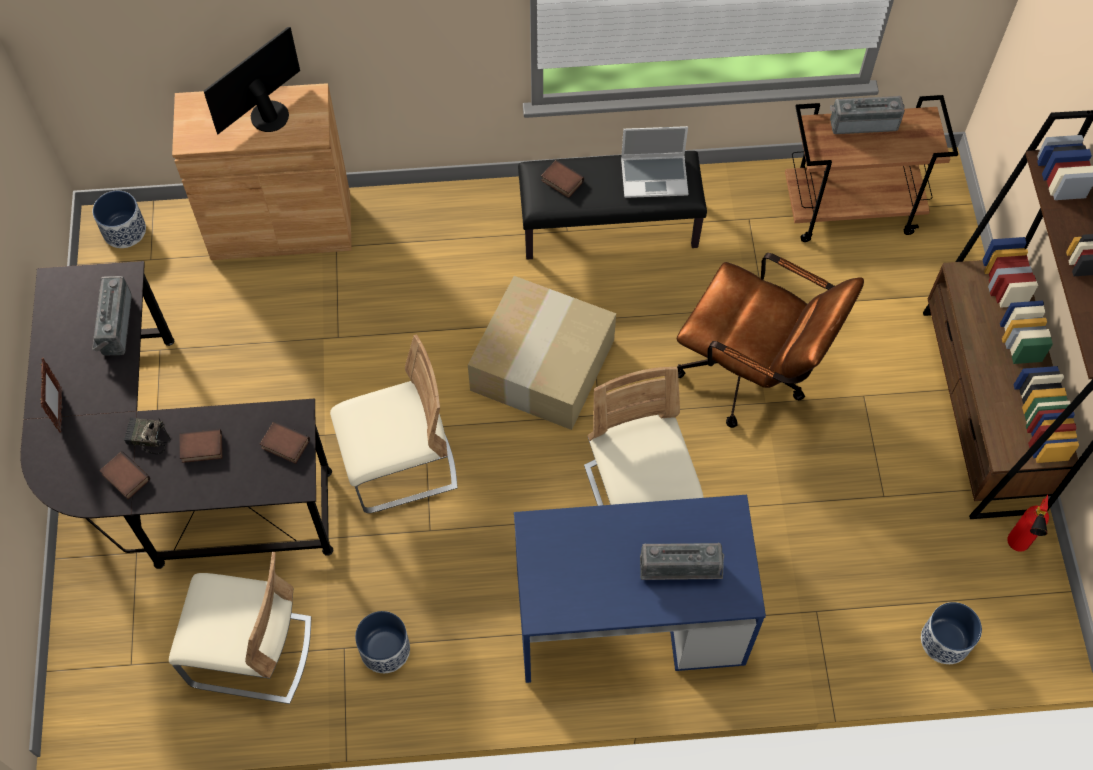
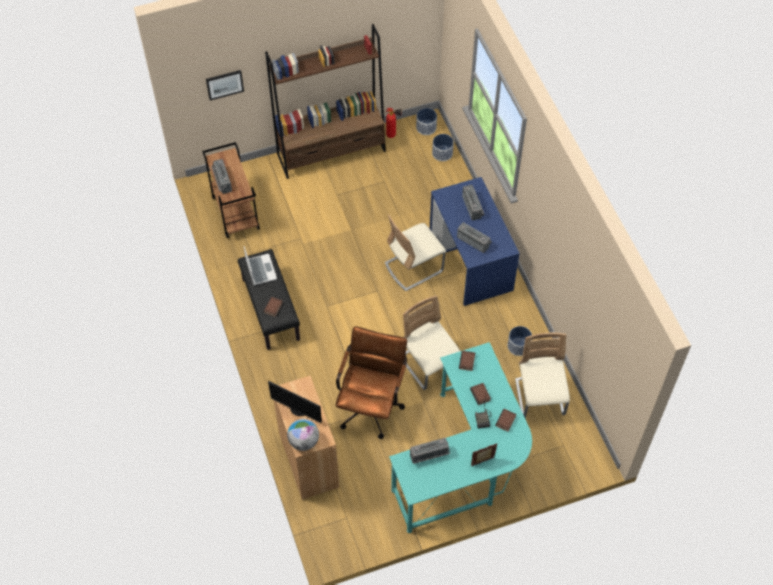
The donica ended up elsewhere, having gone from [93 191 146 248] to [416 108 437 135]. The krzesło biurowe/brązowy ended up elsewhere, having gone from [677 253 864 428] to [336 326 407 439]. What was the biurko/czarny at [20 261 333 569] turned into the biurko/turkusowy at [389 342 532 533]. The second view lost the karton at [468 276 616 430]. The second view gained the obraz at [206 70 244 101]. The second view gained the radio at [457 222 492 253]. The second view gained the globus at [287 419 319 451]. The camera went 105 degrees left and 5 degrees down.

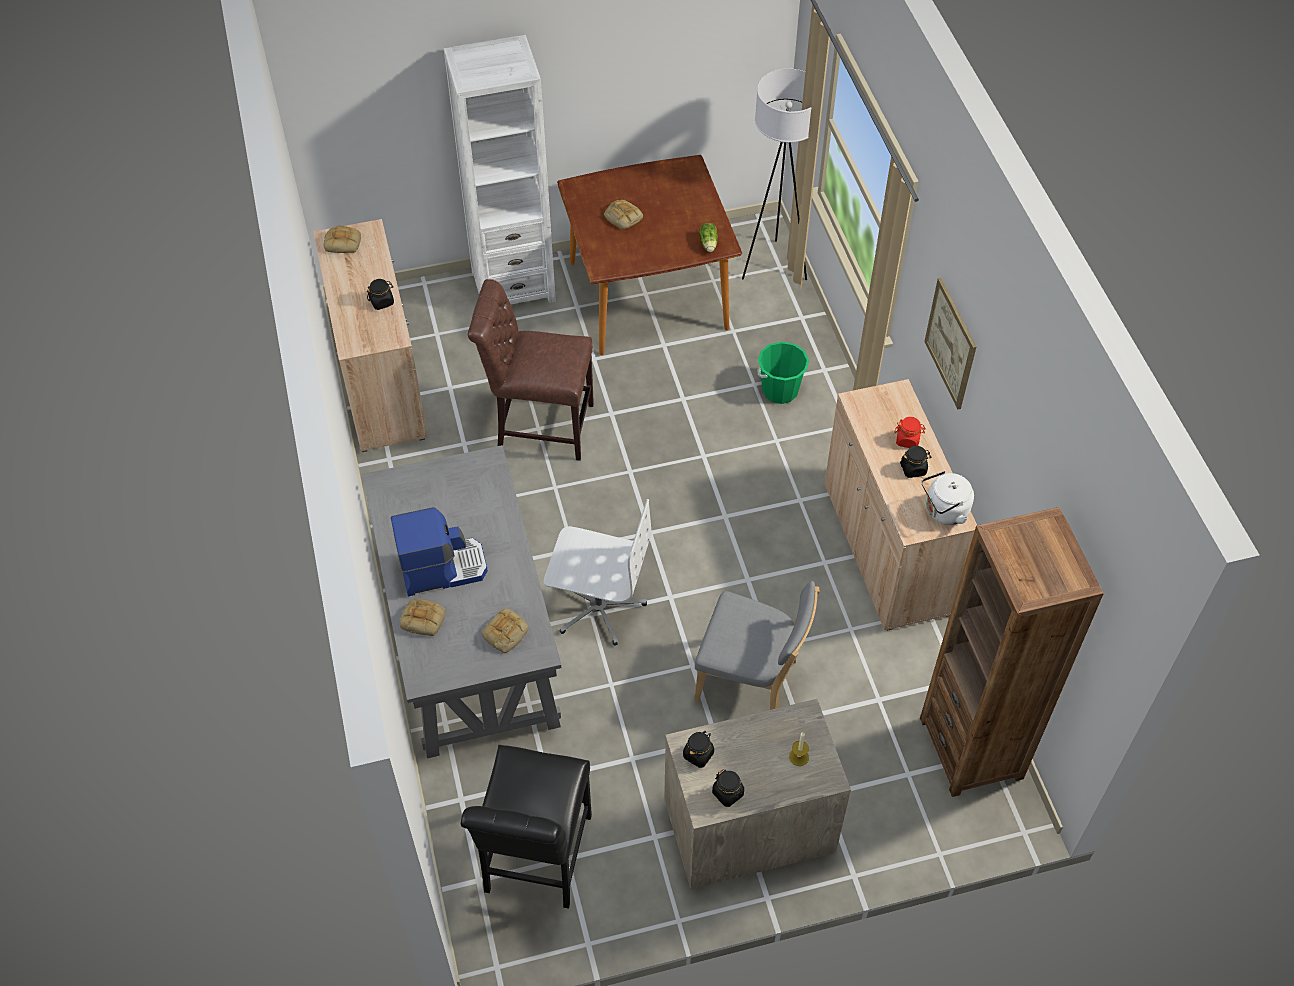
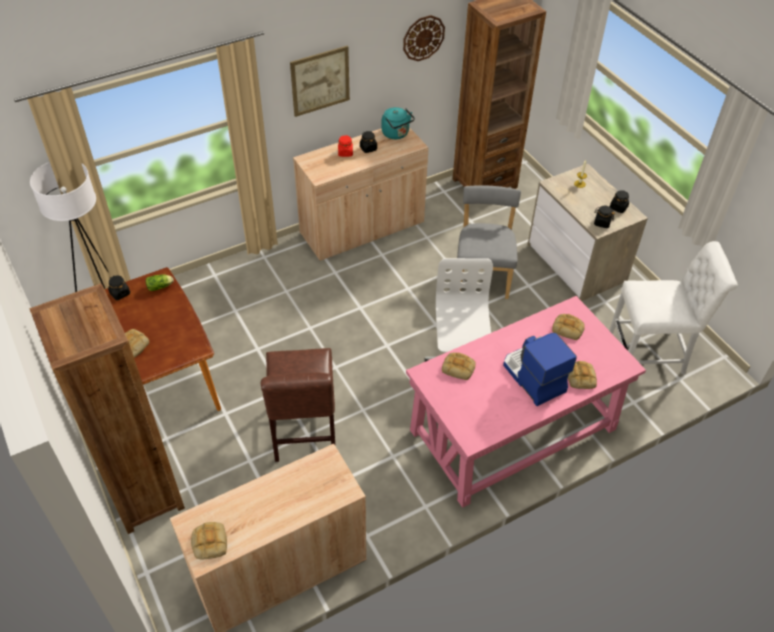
What was the regał/biały at [444 35 556 304] turned into the regał/brązowy at [30 283 185 534]. The słoik/czarny ended up elsewhere, having gone from [367 279 394 310] to [108 275 130 300]. The second view lost the wiadro/zielony at [757 341 809 404]. What was the biurko/szary at [362 445 561 758] turned into the biurko/różowy at [406 296 646 508]. What was the czajnik/biały at [921 471 974 525] turned into the czajnik/turkusowy at [381 107 415 139]. What was the krzesło/czarny at [461 745 592 909] turned into the krzesło/biały at [609 241 738 375]. The second view gained the zegar ścienny at [403 15 445 61]. The second view gained the chleb at [442 352 476 380]. The camera went 105 degrees left and 5 degrees down.

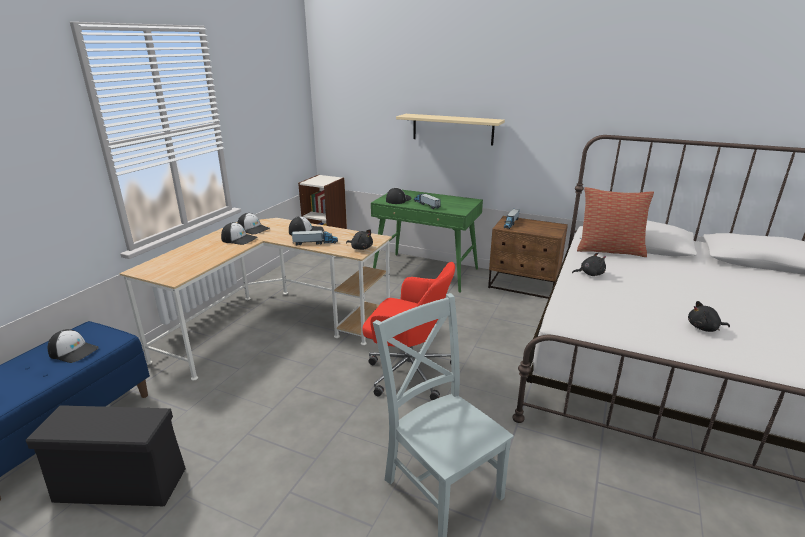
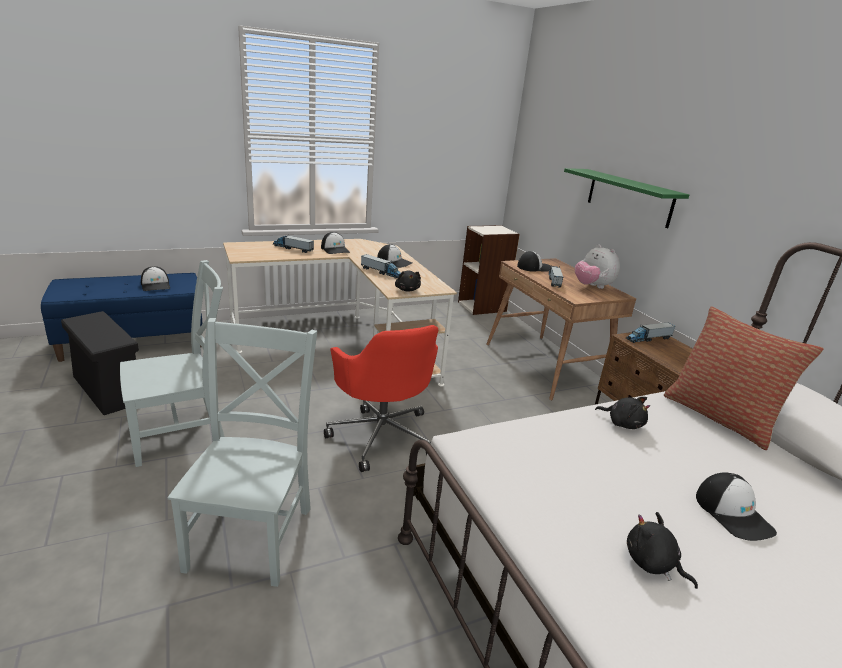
What was the półka/beżowy at [396 114 505 146] turned into the półka/zielony at [564 168 689 228]. What was the biurko/zielony at [371 190 483 293] turned into the biurko/brązowy at [486 258 636 401]. The czapka z daszkiem ended up elsewhere, having gone from [237 213 270 235] to [696 473 777 541]. The second view gained the ciężarówka zabawkowa at [273 236 314 253]. The second view gained the pluszak at [575 244 620 289]. The second view gained the krzesło/szary at [120 260 225 467]. The camera went 40 degrees right and 0 degrees up.

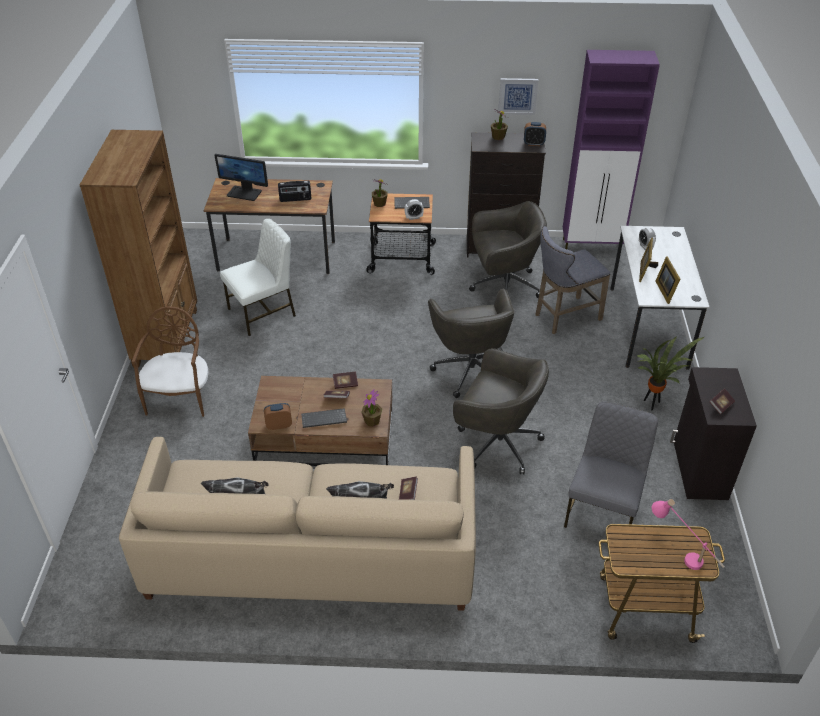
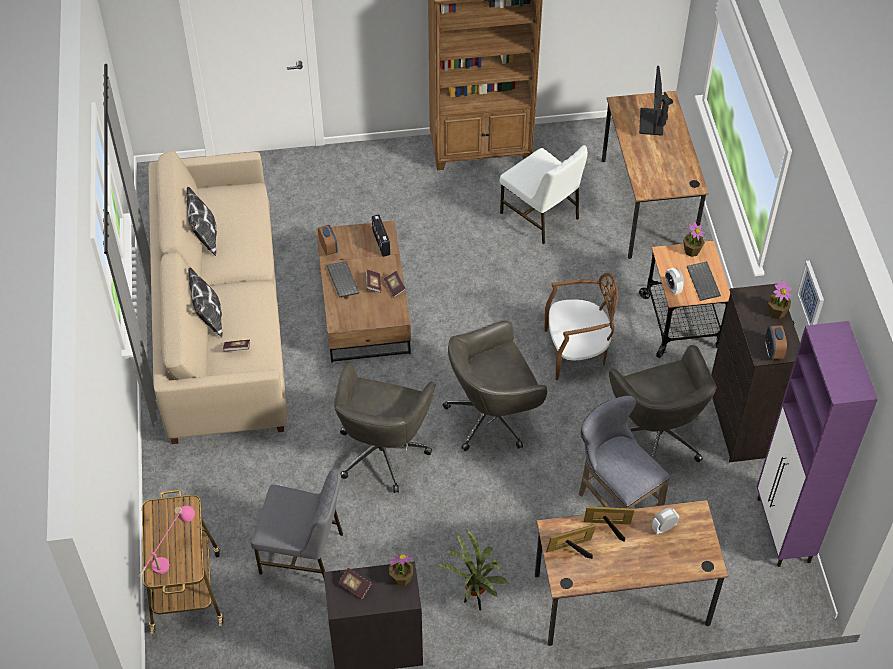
The radio ended up elsewhere, having gone from [278 181 311 202] to [372 215 390 257]. What was the biurko/biały at [610 226 709 370] turned into the biurko/brązowy at [535 500 728 646]. The krzesło/brązowy ended up elsewhere, having gone from [131 306 208 417] to [544 273 618 380]. The roślina doniczkowa ended up elsewhere, having gone from [361 389 382 427] to [389 554 414 586]. The camera went 80 degrees right and 10 degrees up.

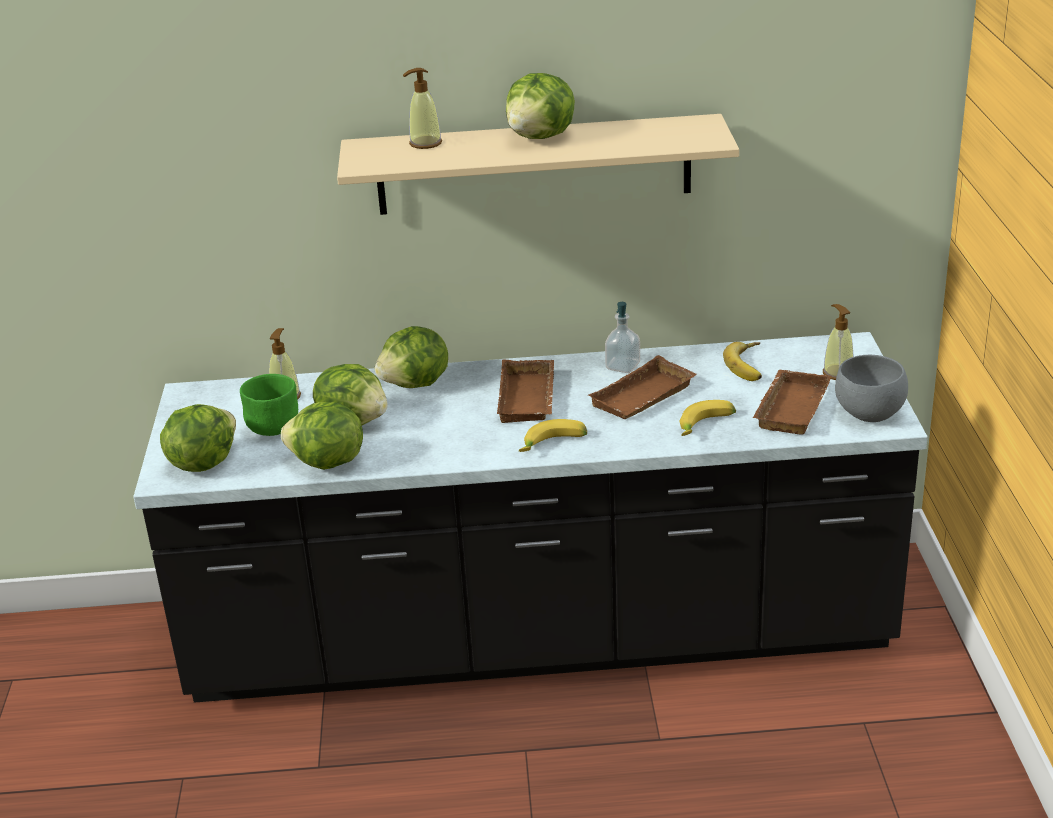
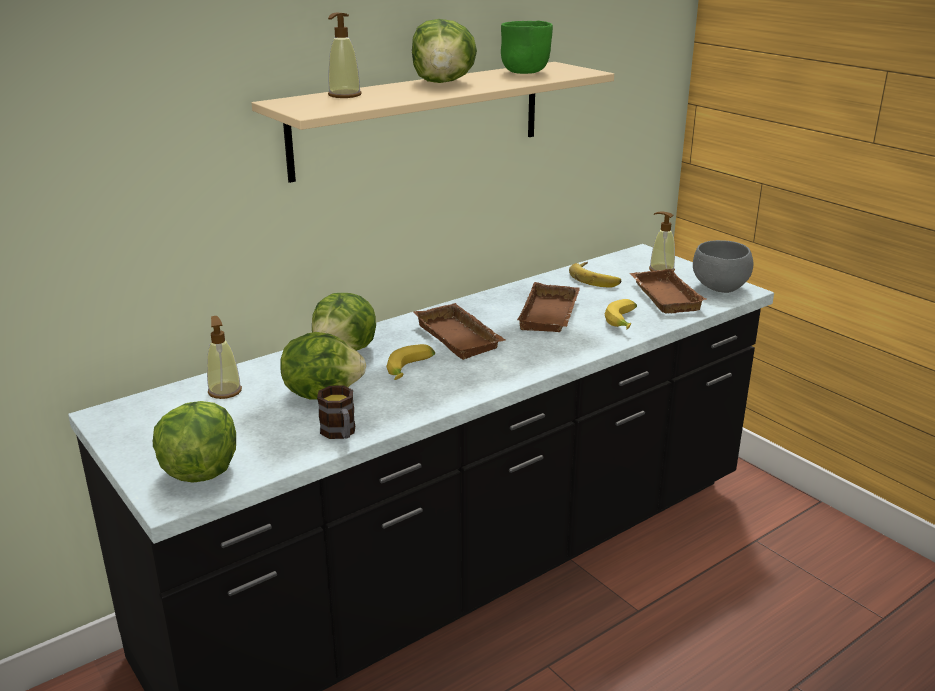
The second view lost the dozownik mydła at [605 302 640 373]. The miska/zielony ended up elsewhere, having gone from [240 374 298 436] to [501 21 553 74]. Where the sałata stood at [281 402 363 470], the kubek came to stand at [317 385 355 439]. The banan ended up elsewhere, having gone from [519 419 587 452] to [387 344 435 380]. The camera went 35 degrees left and 5 degrees down.

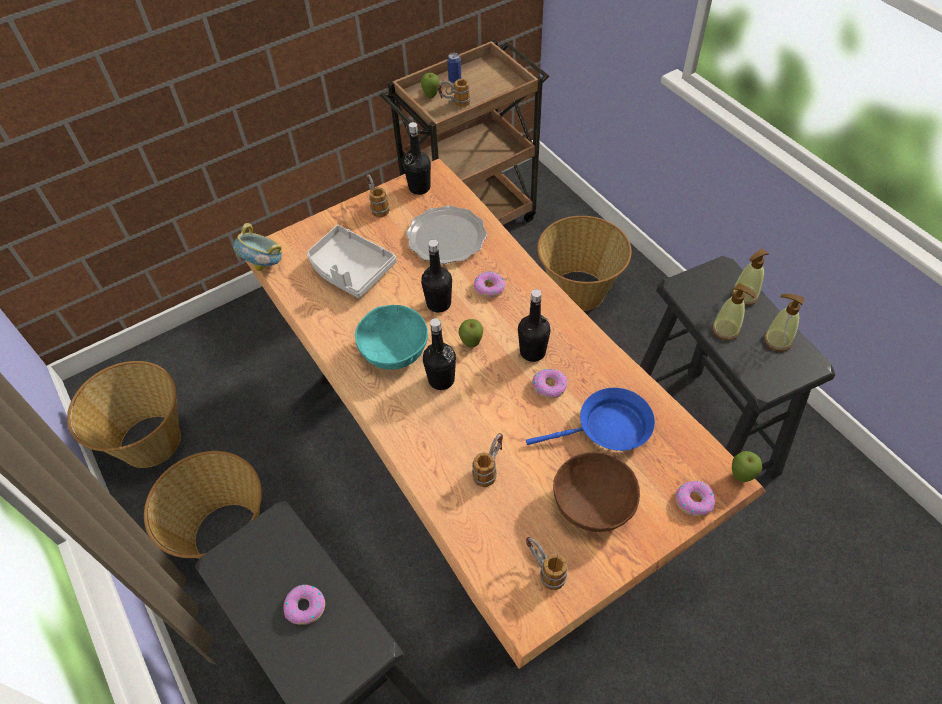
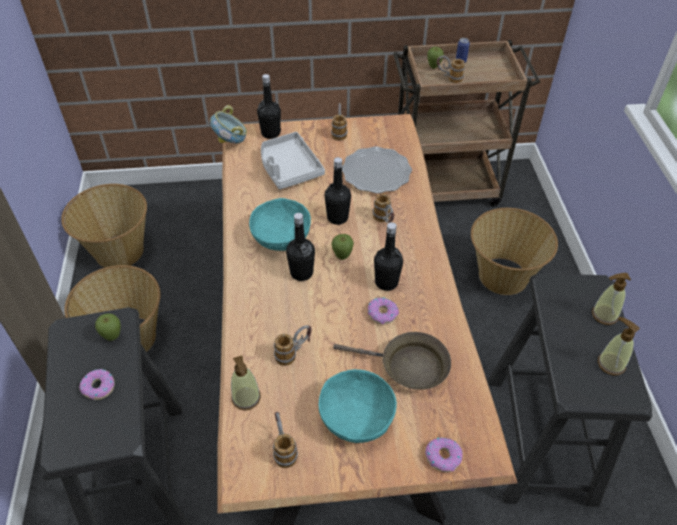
The butelka/czarny ended up elsewhere, having gone from [403 122 431 195] to [257 74 281 139]. Where the donut stood at [474 271 506 298], the kubek came to stand at [373 194 394 224]. The dozownik mydła ended up elsewhere, having gone from [712 283 756 340] to [231 355 261 410]. What was the patelnia/niebieski at [526 388 655 451] turned into the patelnia/brązowy at [333 332 451 390]. The jabłko ended up elsewhere, having gone from [732 451 762 482] to [95 313 121 341]. What was the miska/brązowy at [553 452 640 532] turned into the miska/turkusowy at [319 369 397 443]. The camera went 25 degrees right and 5 degrees down.

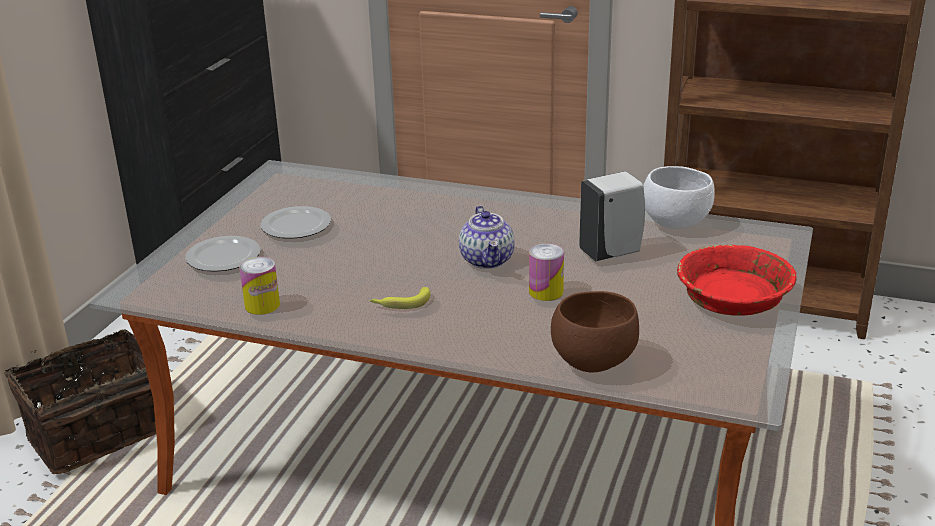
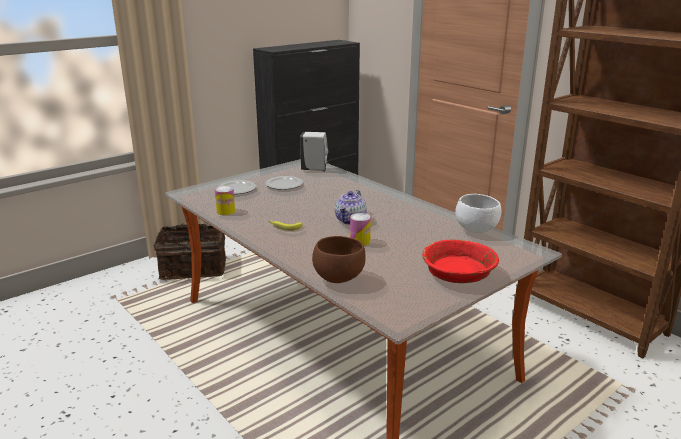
The dozownik mydła/biały ended up elsewhere, having gone from [579 171 645 261] to [300 132 328 172]. The camera went 30 degrees right and 5 degrees down.

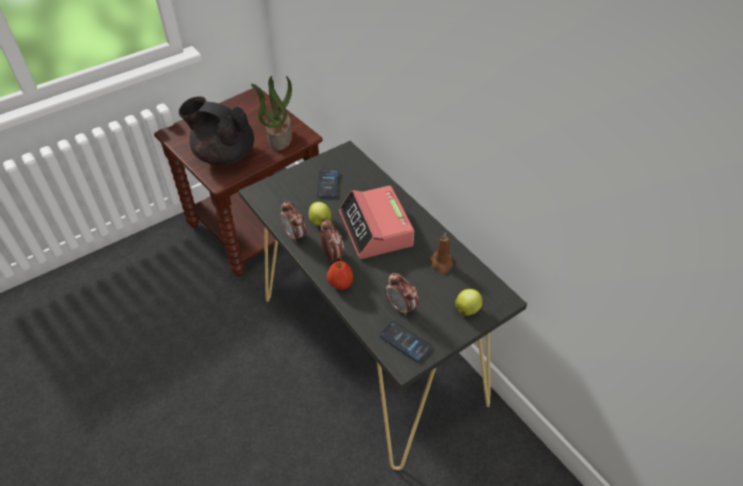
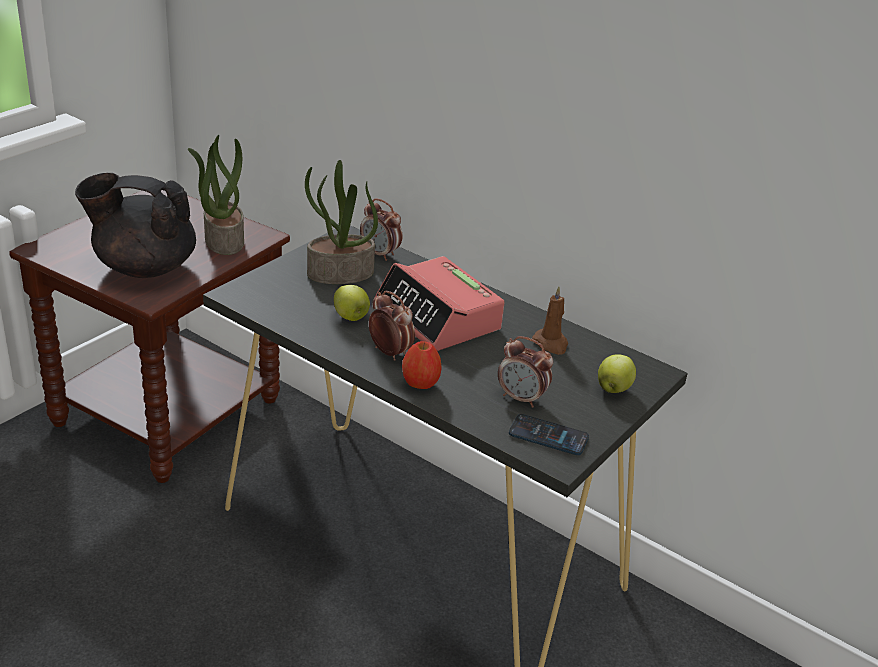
Where the telefon stood at [317 169 339 198], the roślina doniczkowa came to stand at [305 160 378 284]. The budzik ended up elsewhere, having gone from [280 200 307 243] to [360 198 402 261]. The camera went 20 degrees left and 15 degrees down.

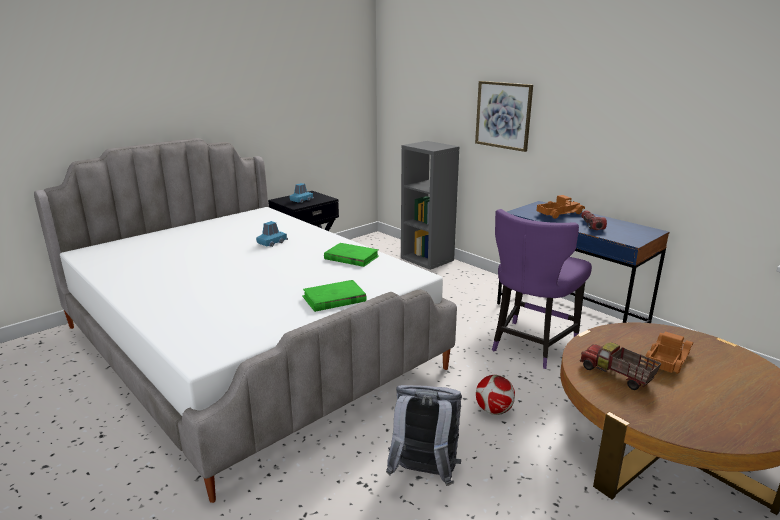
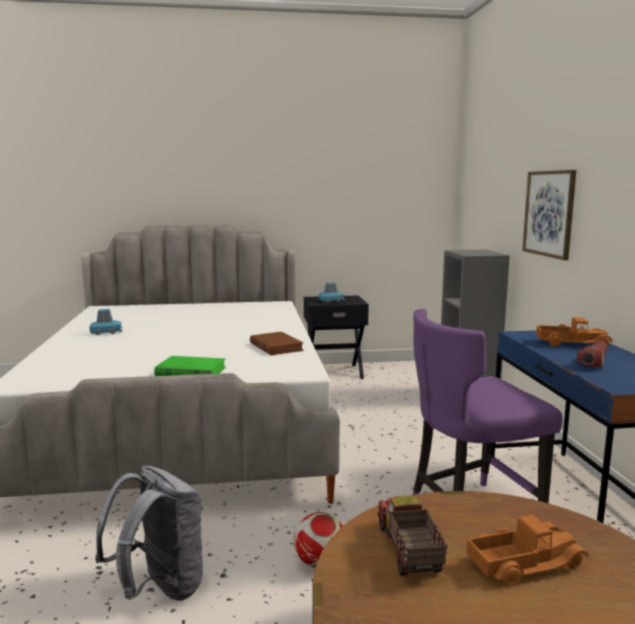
The samochodzik/niebieski ended up elsewhere, having gone from [256 221 288 247] to [89 309 122 335]. What was the książka/zielony at [324 243 379 267] turned into the książka/brązowy at [250 332 304 355]. The camera went 35 degrees right and 10 degrees down.

